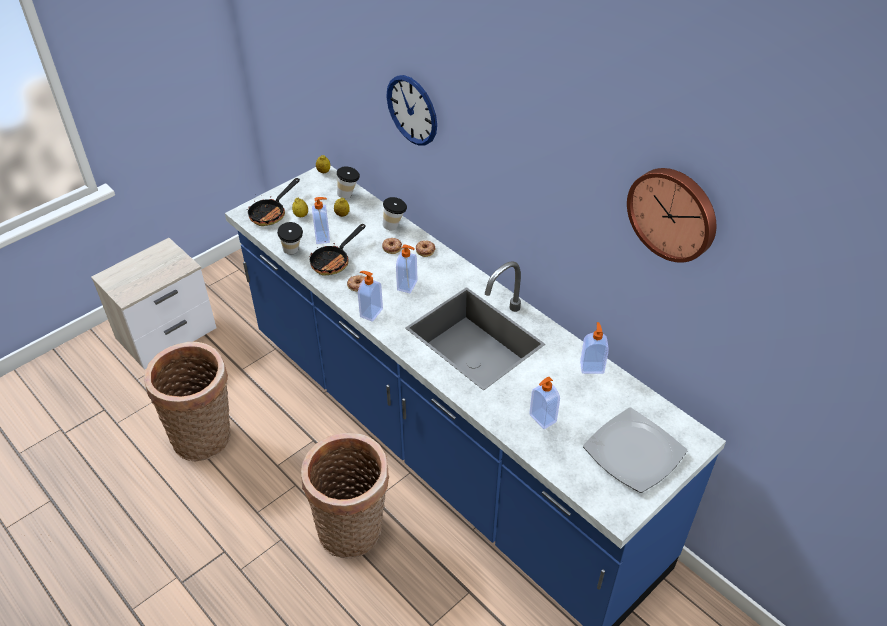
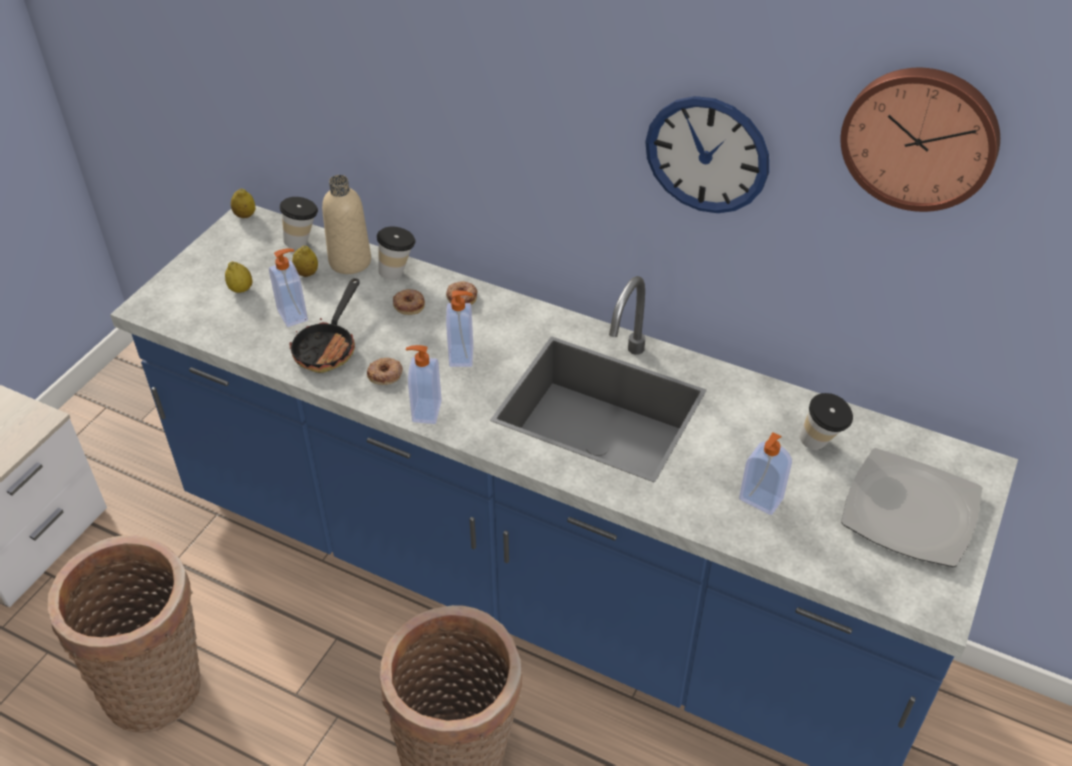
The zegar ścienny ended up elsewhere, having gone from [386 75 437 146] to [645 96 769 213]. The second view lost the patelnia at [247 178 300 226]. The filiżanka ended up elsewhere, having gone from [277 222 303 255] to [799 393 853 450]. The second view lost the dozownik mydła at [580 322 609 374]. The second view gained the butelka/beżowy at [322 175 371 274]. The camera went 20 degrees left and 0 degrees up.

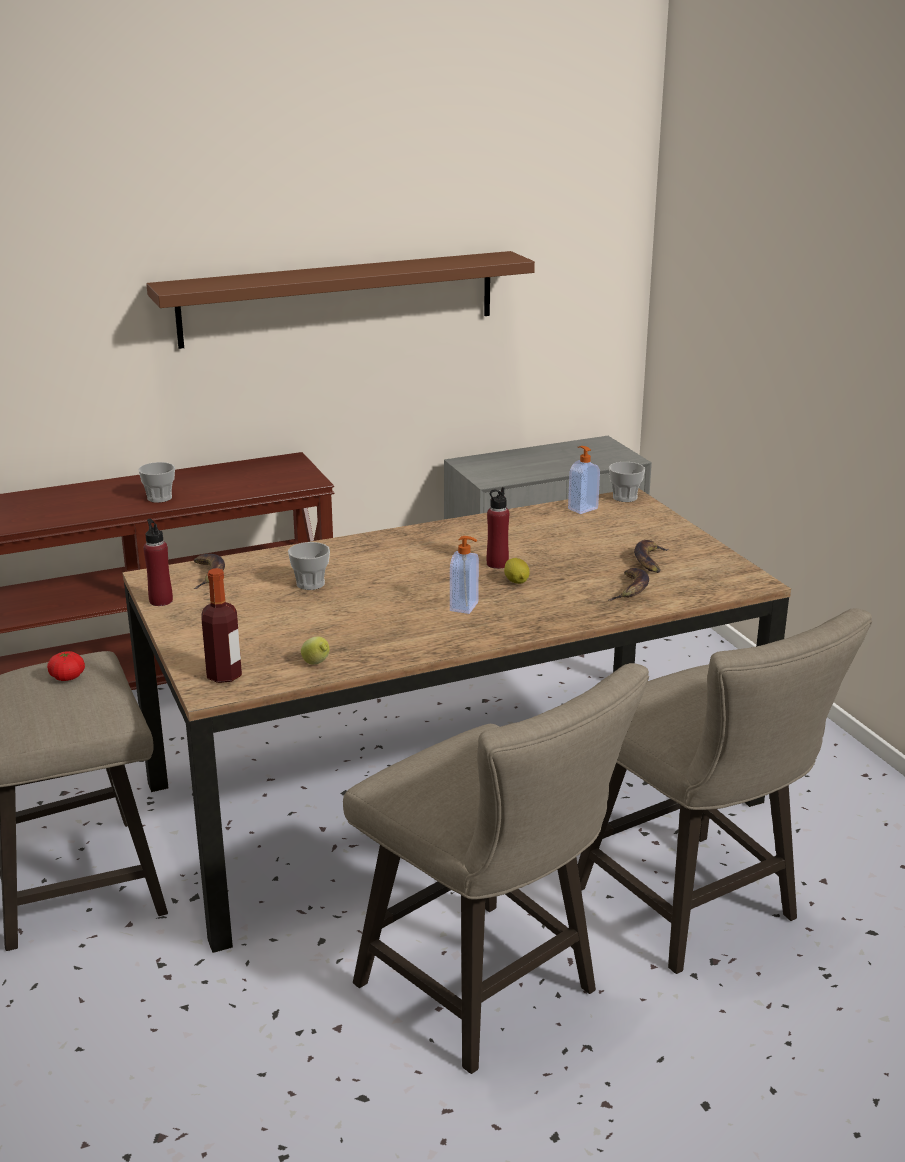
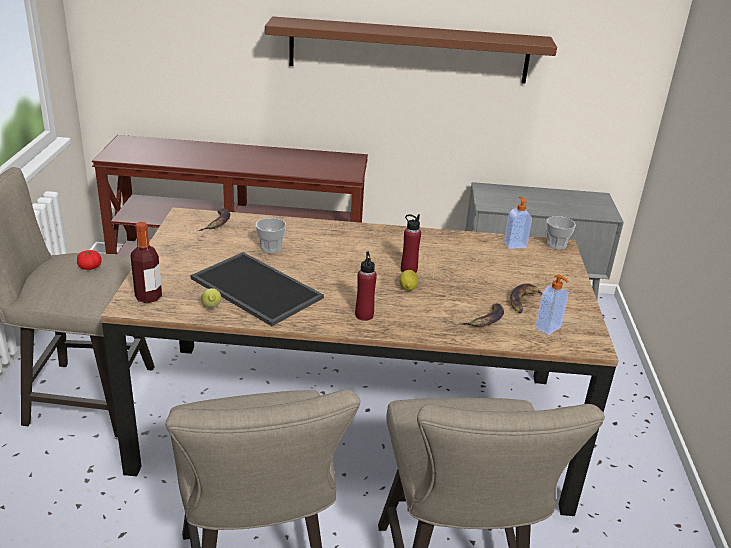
The second view lost the filiżanka at [138 462 175 503]. The butelka/czerwony ended up elsewhere, having gone from [143 519 173 606] to [355 251 377 321]. The dozownik mydła ended up elsewhere, having gone from [450 536 479 614] to [535 275 569 335]. The second view gained the taca at [190 252 324 326]. The camera went 25 degrees right and 5 degrees up.

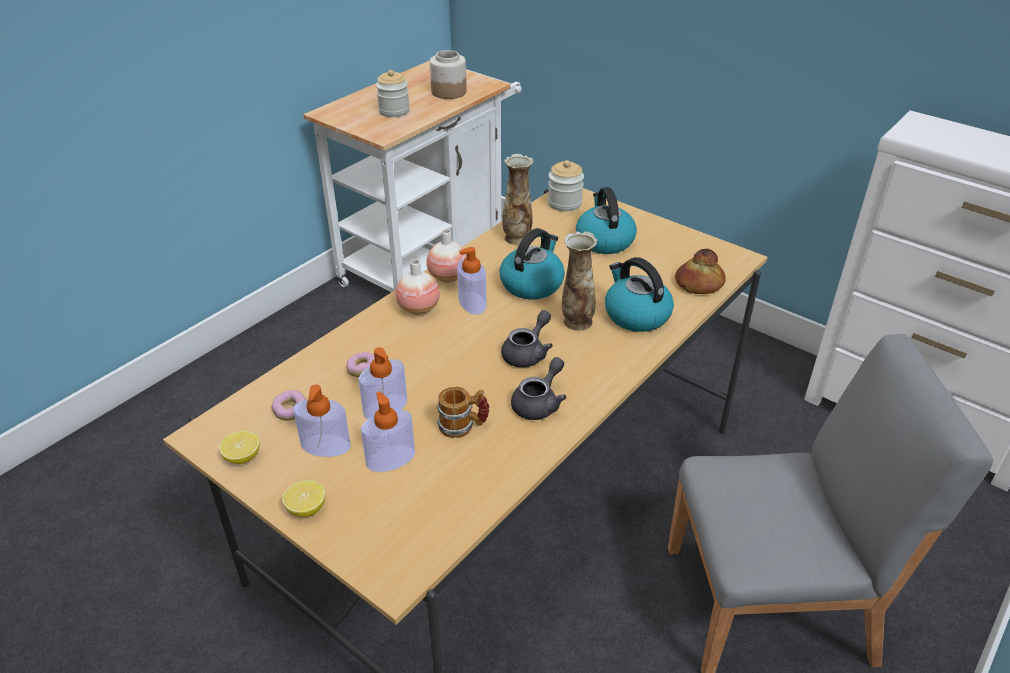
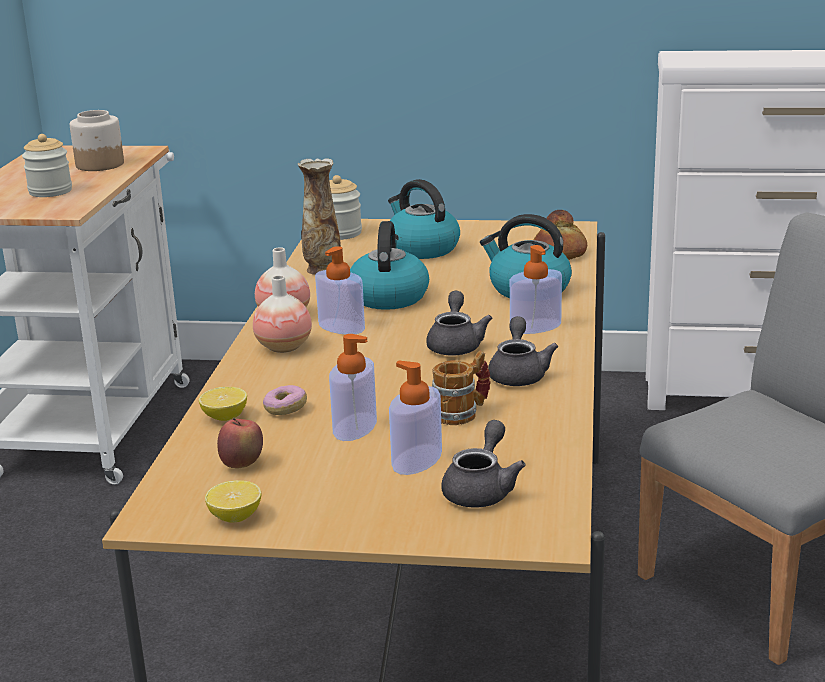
The second view lost the wazon at [562 231 598 331]. The dozownik mydła ended up elsewhere, having gone from [294 384 351 457] to [510 245 562 334]. Where the donut stood at [272 390 306 421], the jabłko came to stand at [217 418 263 469]. The cytryna ended up elsewhere, having gone from [282 480 325 517] to [199 387 247 421]. The second view gained the imbryk/szary at [441 420 526 508]. The camera went 30 degrees left and 15 degrees down.

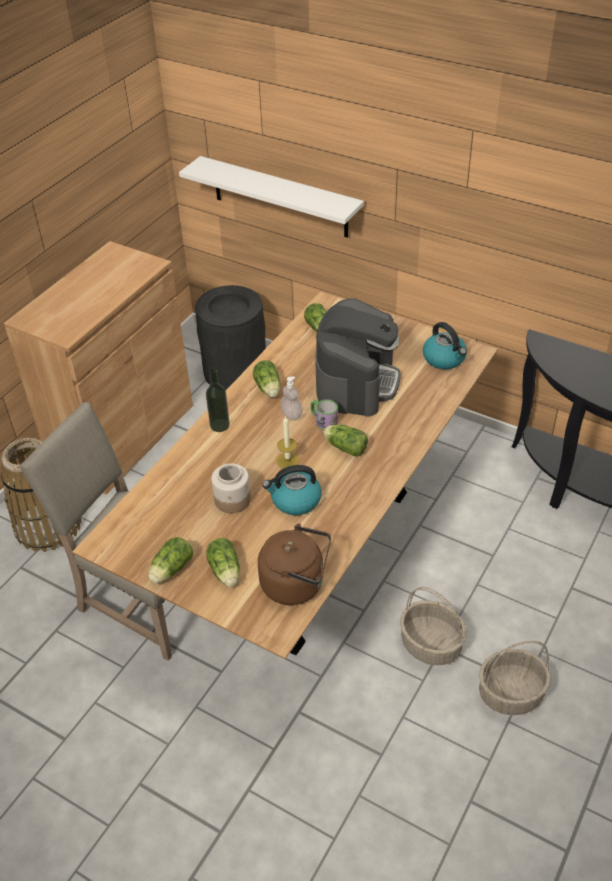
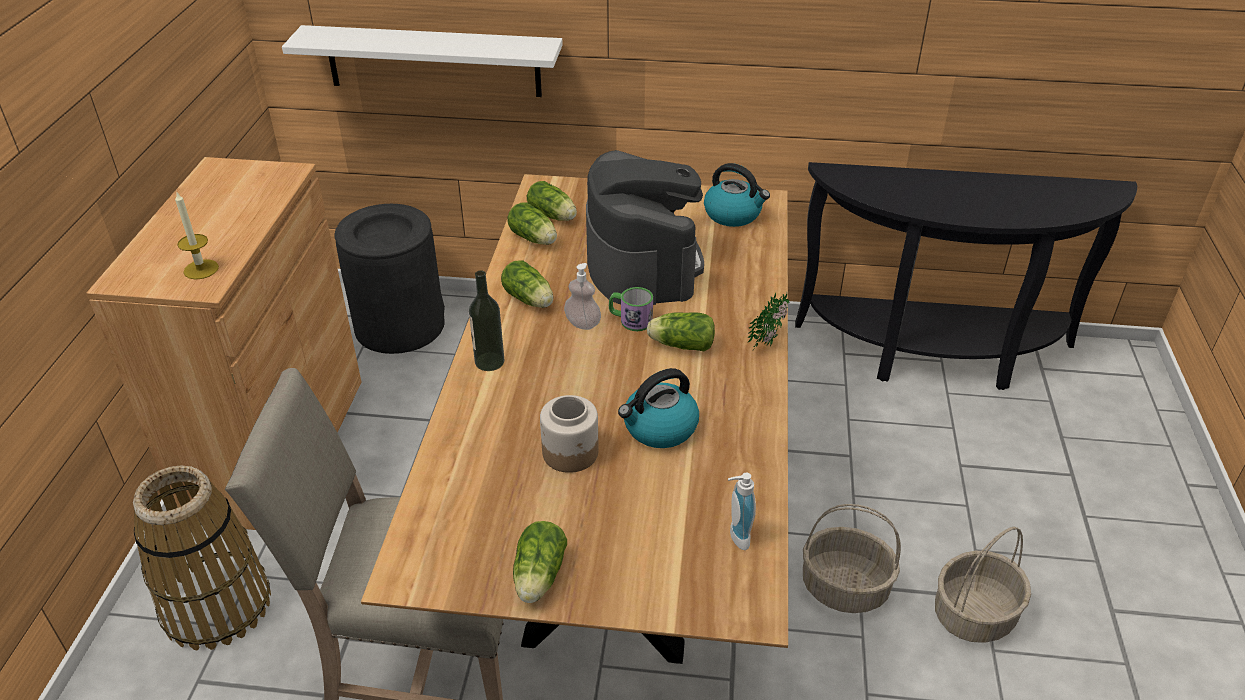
The świeca ended up elsewhere, having gone from [277 416 299 469] to [175 192 219 280]. Where the czajnik/brązowy stood at [258 523 331 605], the dozownik mydła came to stand at [728 473 756 550]. The sałata ended up elsewhere, having gone from [206 538 240 587] to [508 203 557 245]. The second view gained the roślina doniczkowa at [747 291 789 350]. The camera went 25 degrees left and 5 degrees down.

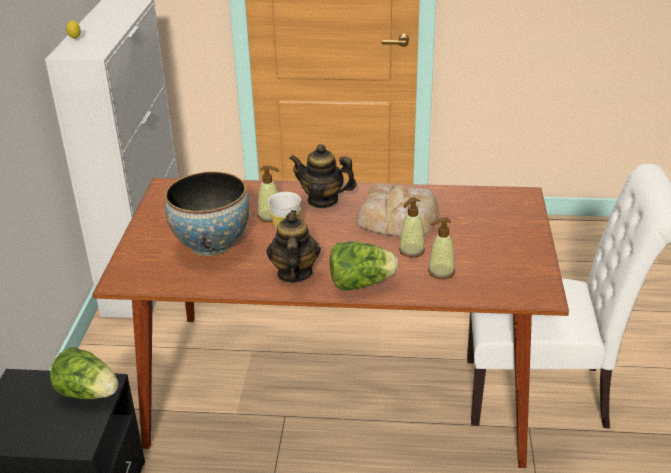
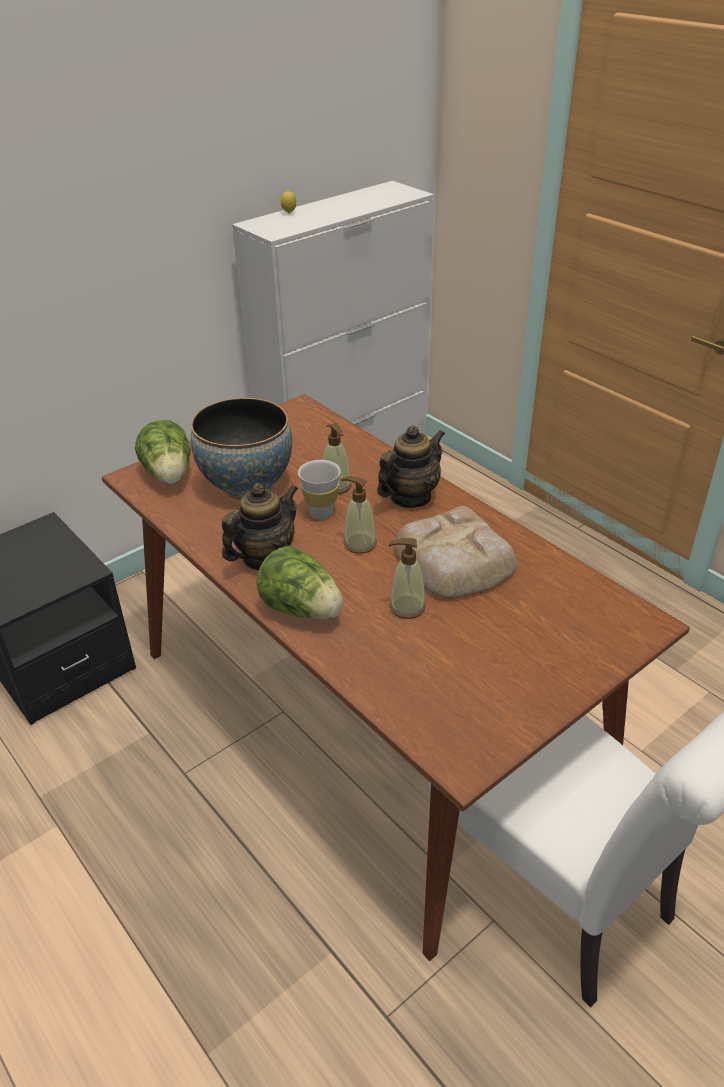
The imbryk at [289 144 357 208] ended up facing another way, 75 degrees clockwise from before. The dozownik mydła ended up elsewhere, having gone from [428 217 455 279] to [341 476 377 554]. The sałata ended up elsewhere, having gone from [50 347 118 399] to [135 420 191 484]. The camera went 45 degrees right and 5 degrees up.

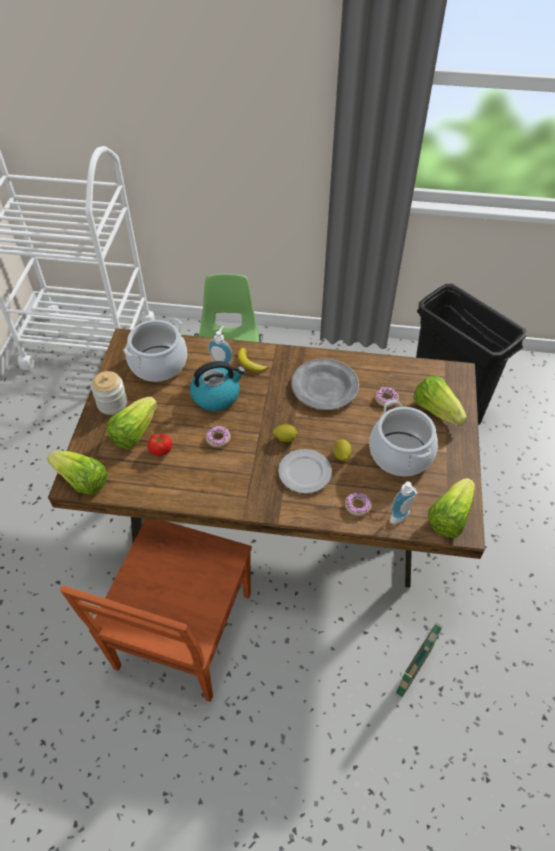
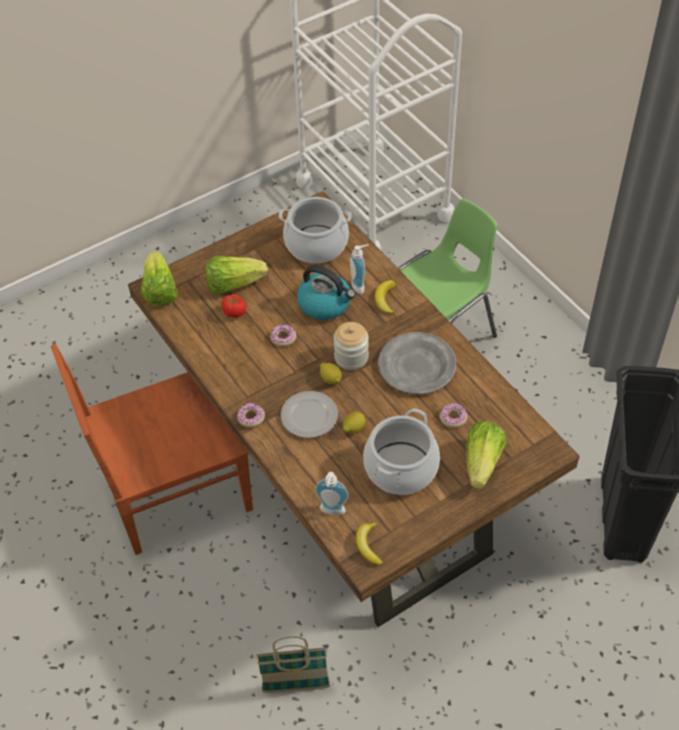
The słoik ended up elsewhere, having gone from [91 371 127 415] to [333 322 369 370]. Where the sałata stood at [428 478 475 538], the banan came to stand at [356 522 383 565]. The donut ended up elsewhere, having gone from [345 492 372 516] to [237 403 265 428]. The camera went 50 degrees right and 0 degrees up.

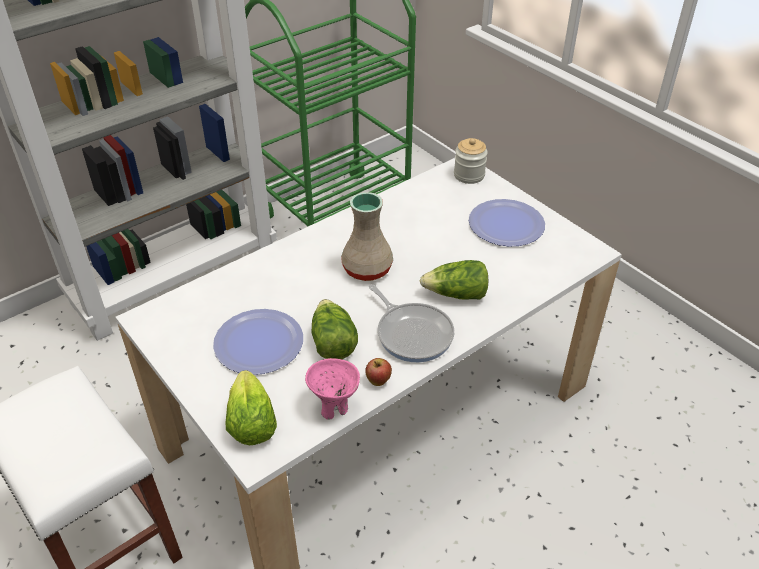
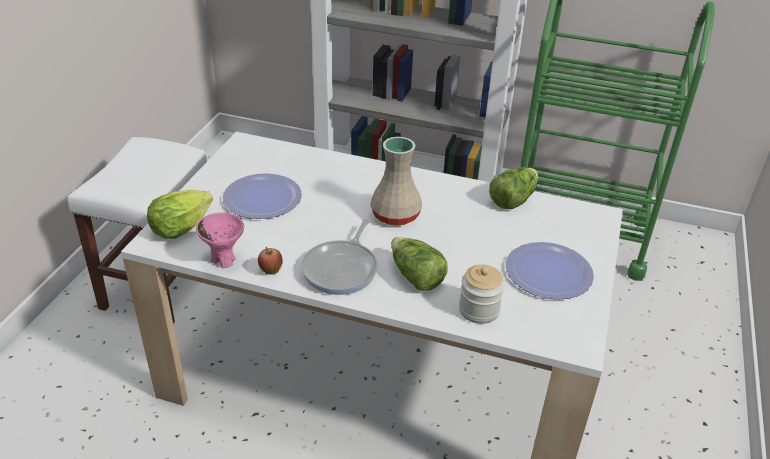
The słoik ended up elsewhere, having gone from [454 138 488 184] to [459 264 504 324]. The sałata ended up elsewhere, having gone from [311 299 358 359] to [489 167 538 209]. The camera went 55 degrees right and 5 degrees down.

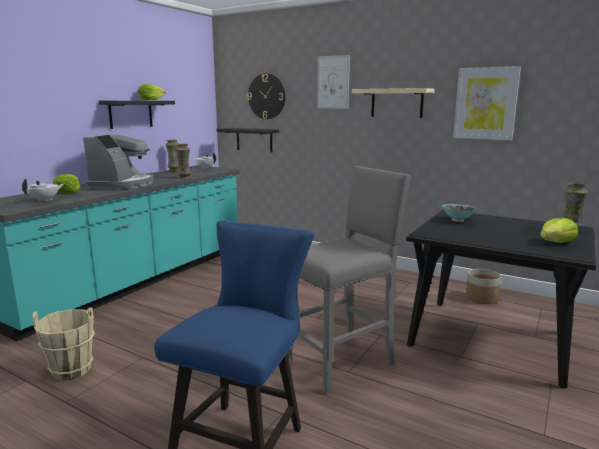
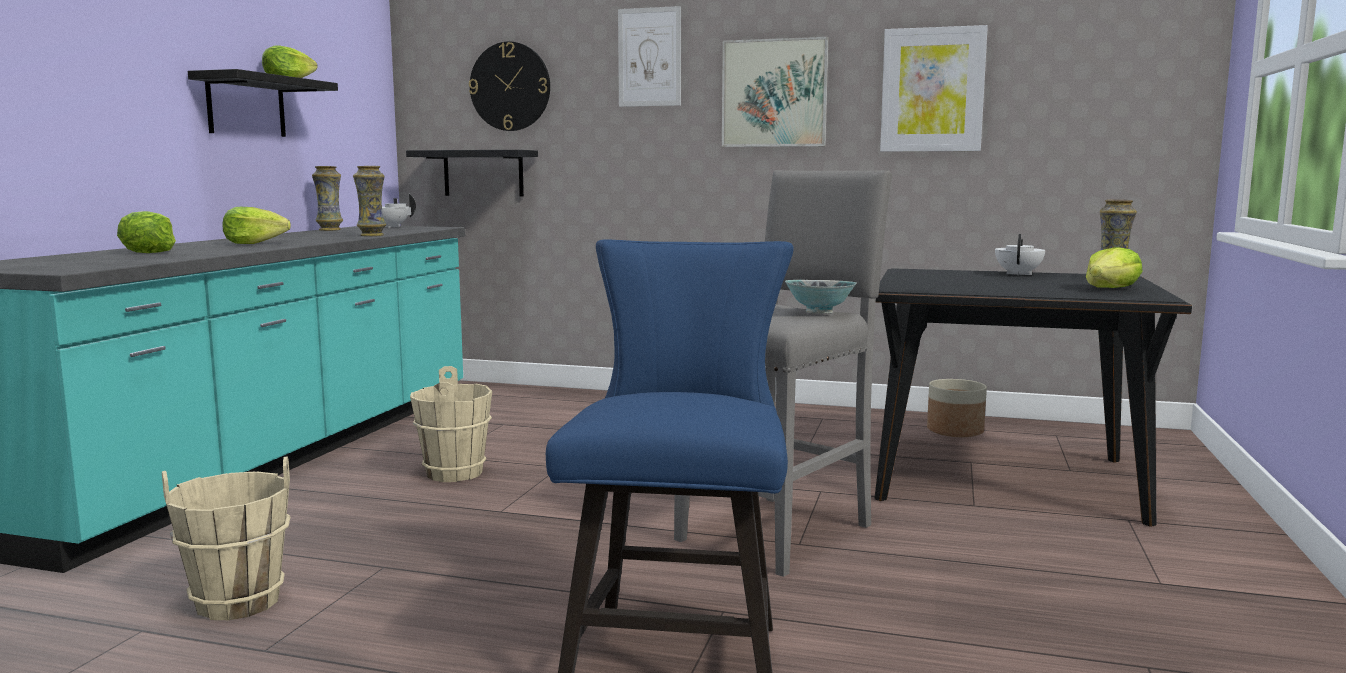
Where the półka/beżowy hung at [352 88 435 118], the obraz came to hang at [722 37 828 147]. Where the ekspres do kawy stood at [83 134 154 190], the sałata came to stand at [222 207 291 244]. The imbryk/biały ended up elsewhere, having gone from [22 179 64 202] to [995 234 1045 276]. The miska ended up elsewhere, having gone from [443 204 477 222] to [785 280 857 314]. The second view gained the wiadro/beżowy at [410 366 492 482]. The camera went 15 degrees left and 5 degrees down.

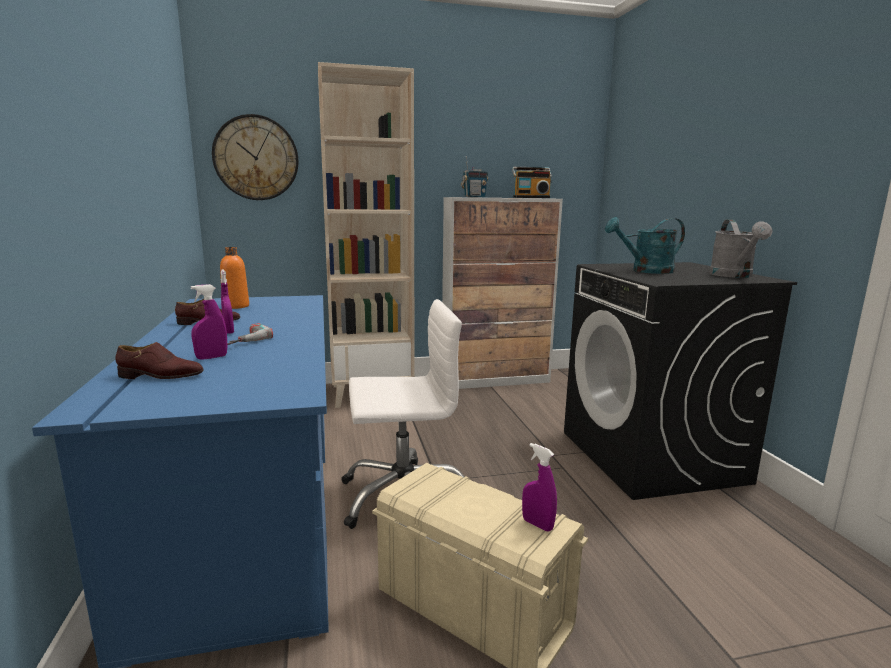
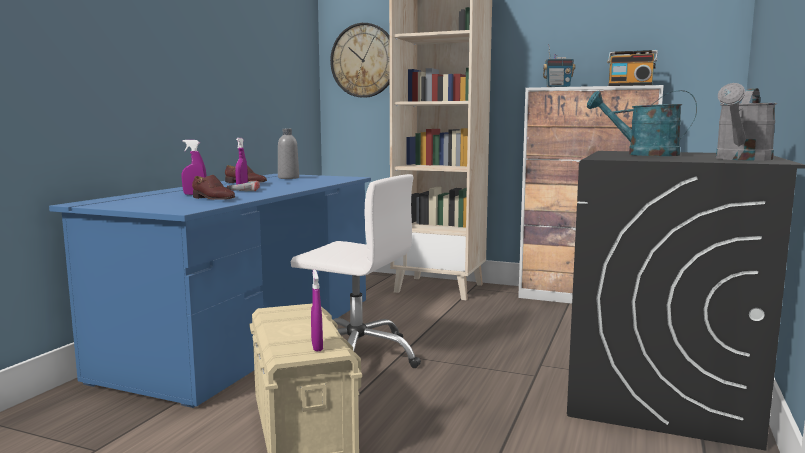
What was the butelka/pomarańczowy at [220 247 249 309] turned into the butelka/szary at [278 129 299 179]. The but/brązowy ended up elsewhere, having gone from [115 342 203 379] to [192 175 235 200]. The camera went 35 degrees right and 5 degrees down.

